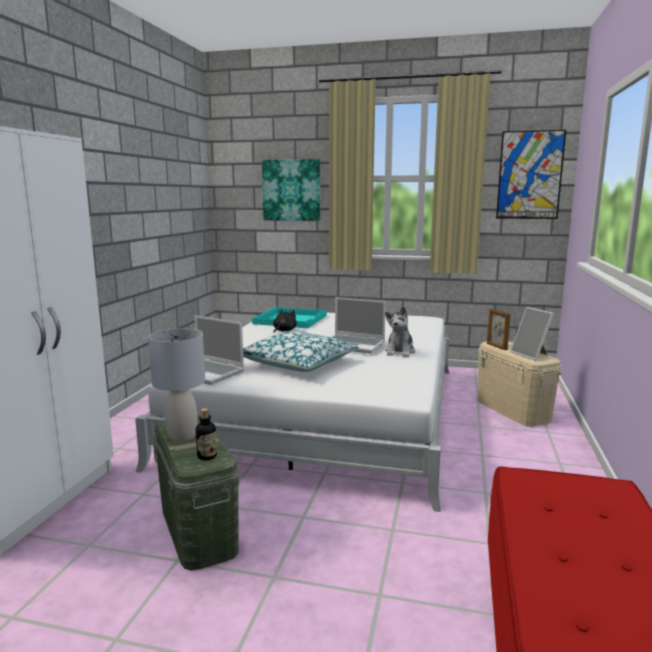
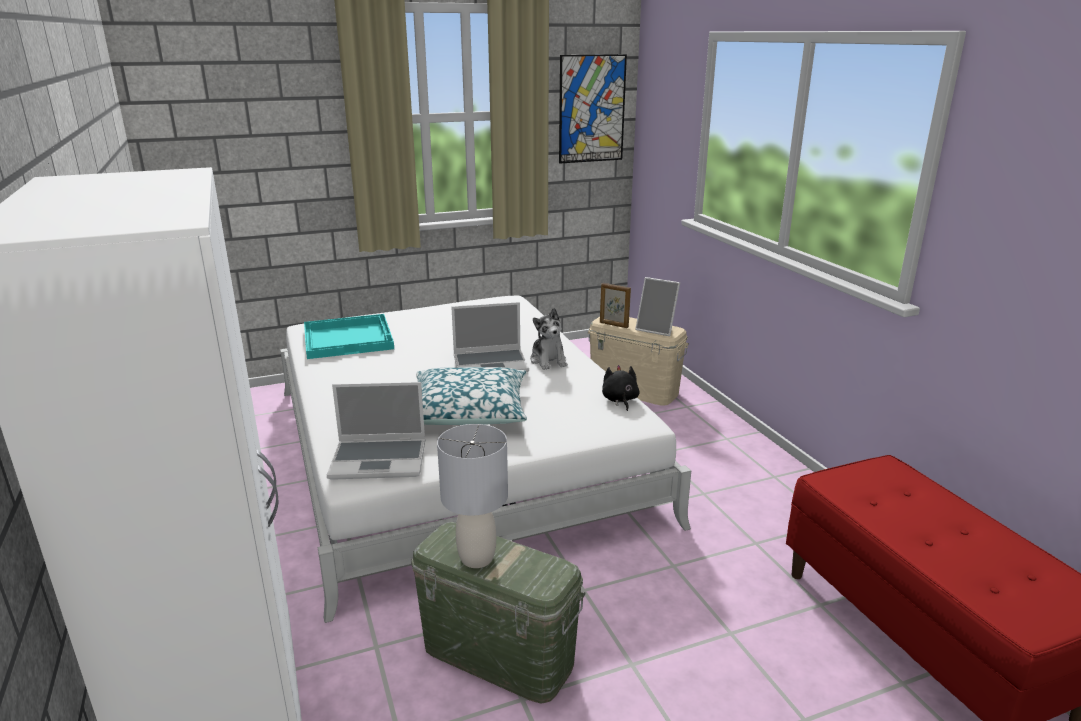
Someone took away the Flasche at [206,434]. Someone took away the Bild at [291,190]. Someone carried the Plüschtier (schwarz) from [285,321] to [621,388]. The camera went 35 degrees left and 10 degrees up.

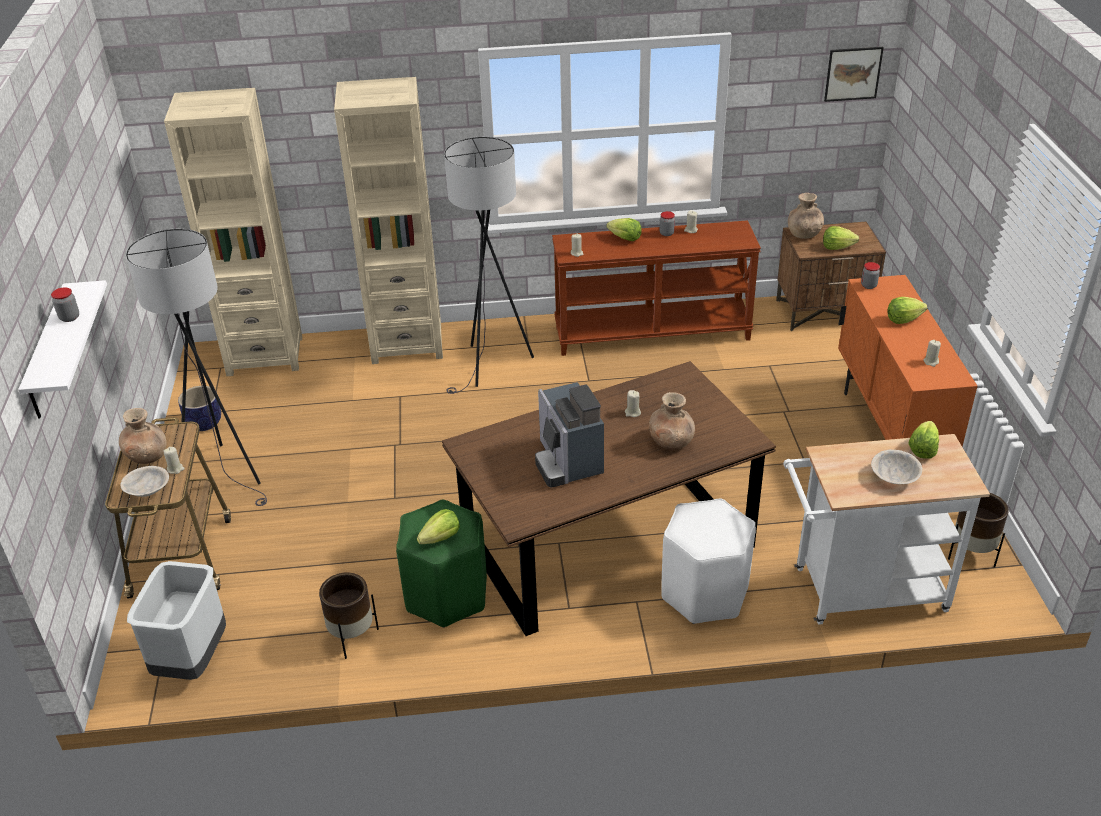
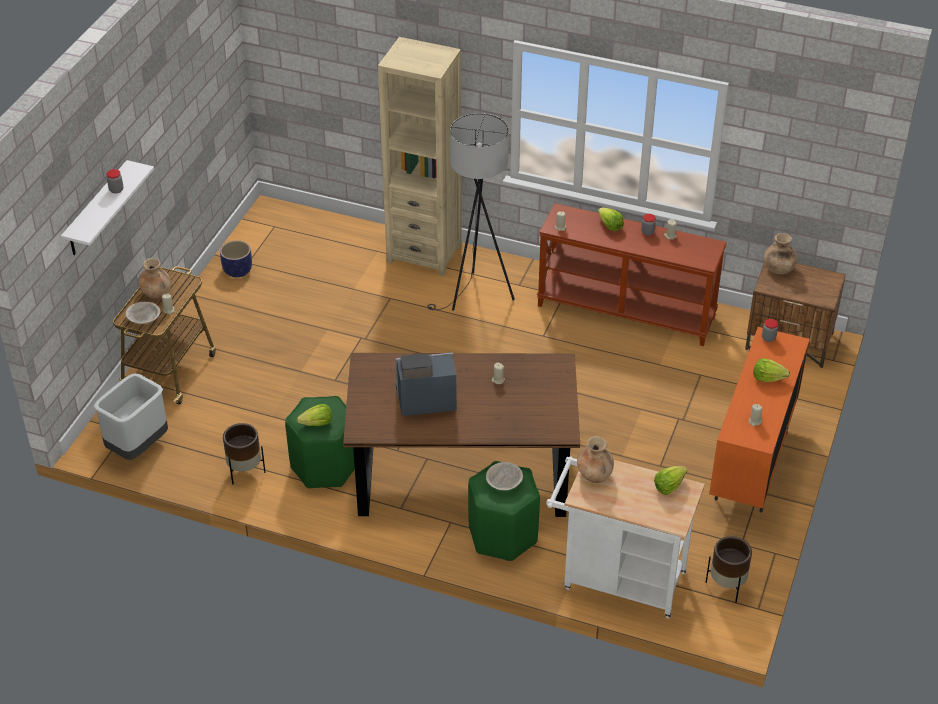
Someone took away the Stehlampe (grau) at [196,367]. Someone took away the Bücherregal (beige) at [233,232]. Someone took away the Salatkopf at [841,238]. Someone took away the Bild at [854,74]. Someone carried the Vase (braun) from [672,421] to [595,459]. Someone carried the Schüssel (beige) from [896,467] to [504,476]. Someone repainted the Hocker (weiß) at [708,561], which became the Hocker (grün) at [504,511]. Someone rotated the Kaffeemaschine at [569,434] by 75 degrees clockwise. The camera went 25 degrees right and 5 degrees up.

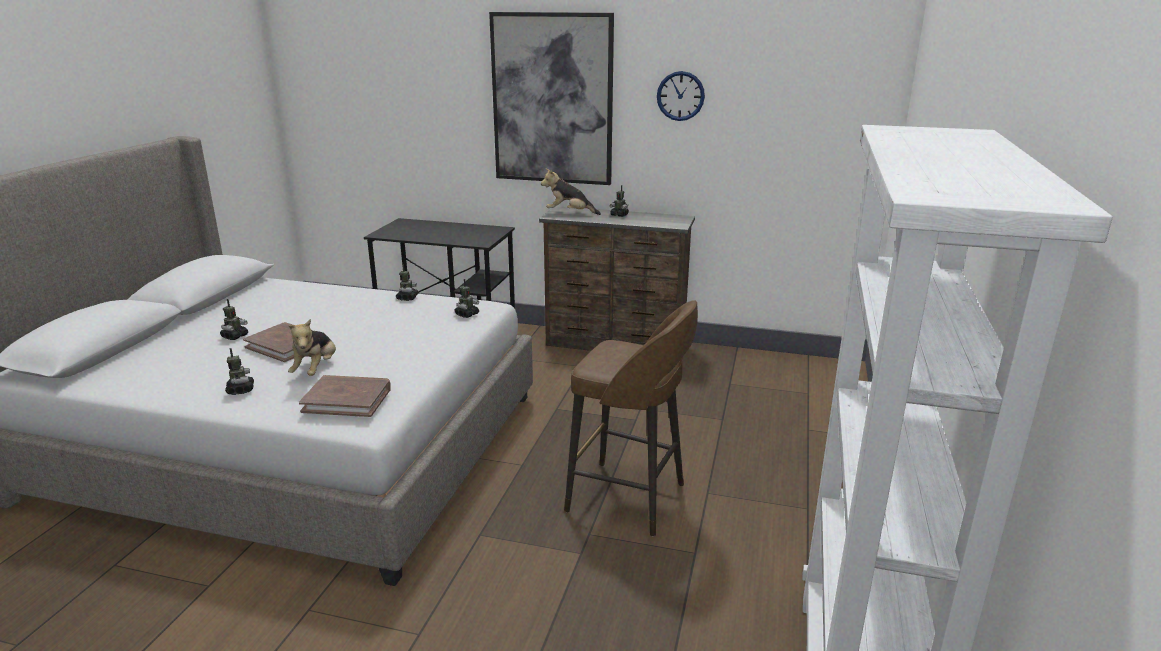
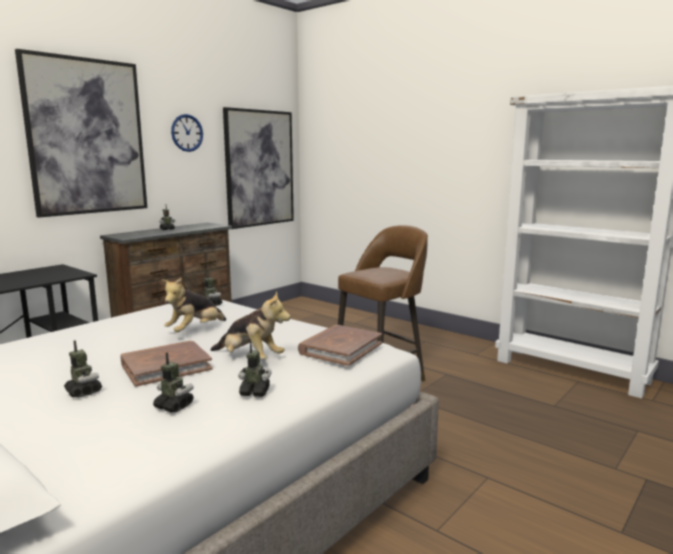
Someone put up the Bild at [258,168]. Someone carried the Spielzeugroboter from [407,283] to [173,382]. Someone carried the Plüschtier from [571,192] to [194,305]. The camera went 65 degrees left and 10 degrees down.

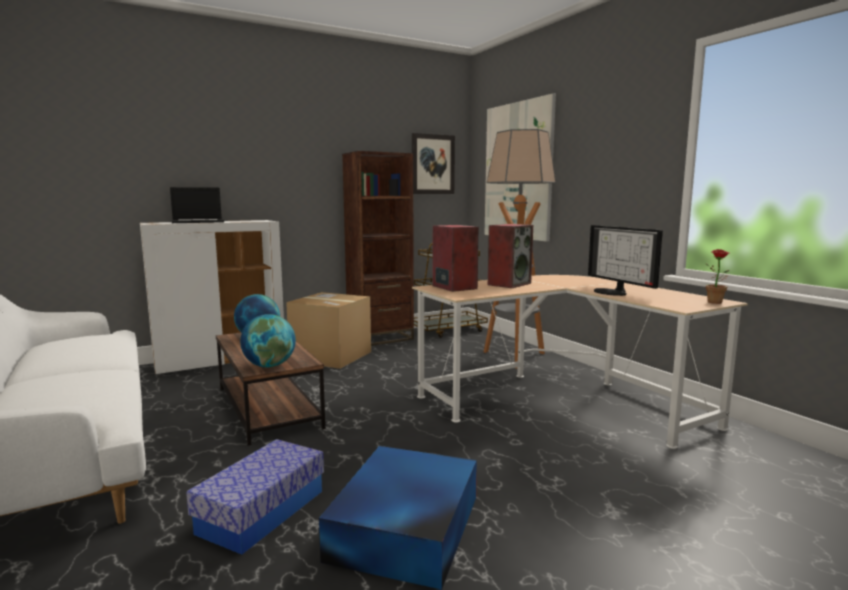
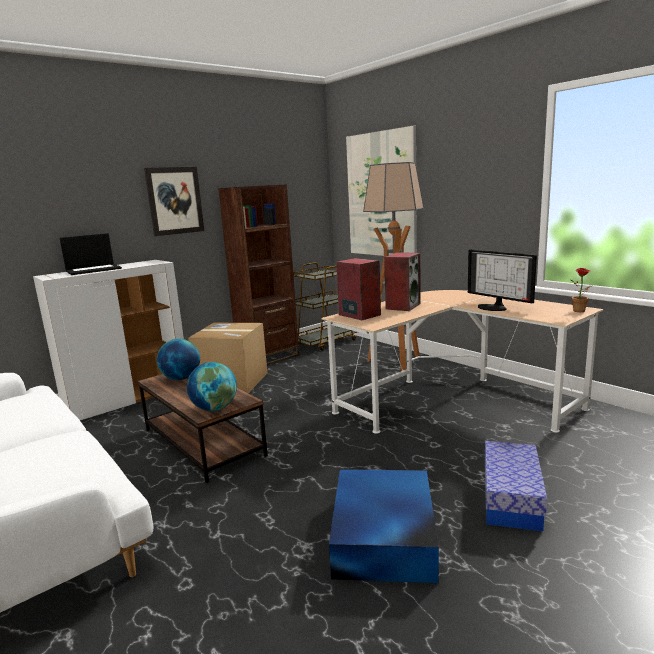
Someone carried the Aufbewahrungsbox from [255,497] to [516,486]. Someone carried the Bild from [433,163] to [174,201]. The camera went 10 degrees left and 5 degrees up.

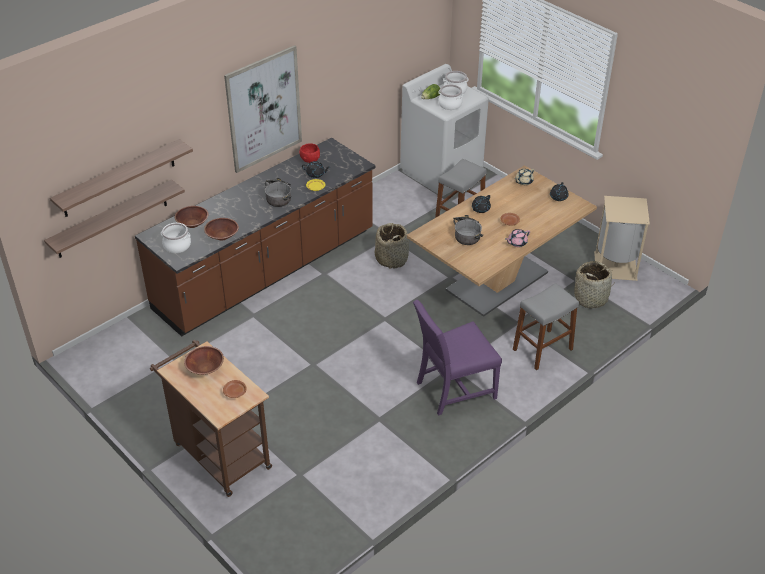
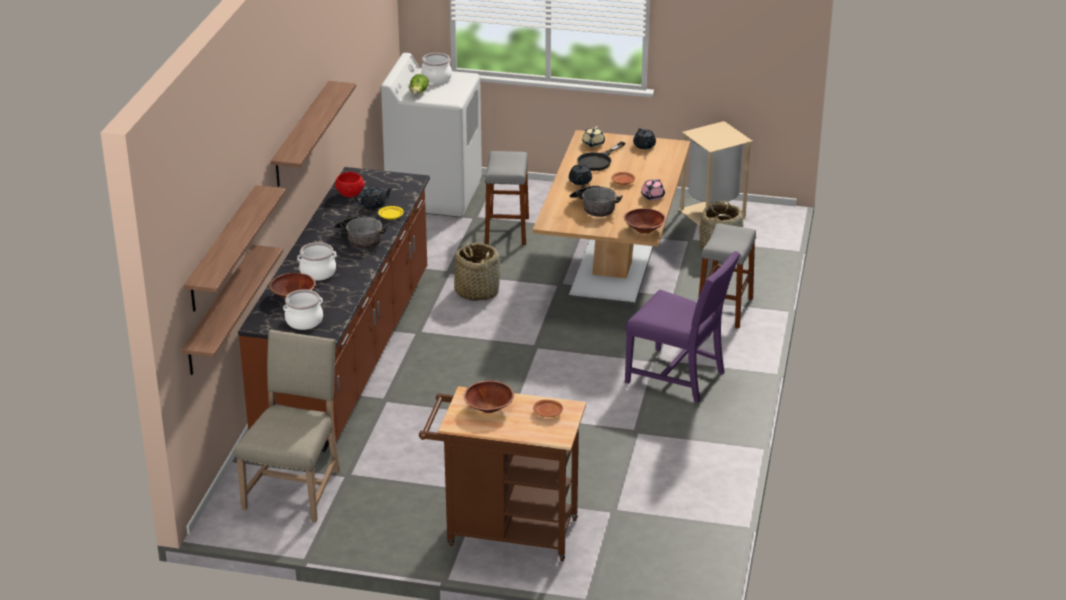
Someone put down the Stuhl (beige) at [287,426]. Someone put down the Pfanne (schwarz) at [601,156]. Someone carried the Schüssel (braun) from [221,229] to [645,221]. Someone carried the Kochtopf from [450,97] to [317,261]. Someone swapped the Bild at [263,109] for the Wandregal at [313,134]. Someone rotated the Stuhl (lila) at [457,358] by 90 degrees counterclockwise. The camera went 35 degrees left and 10 degrees down.

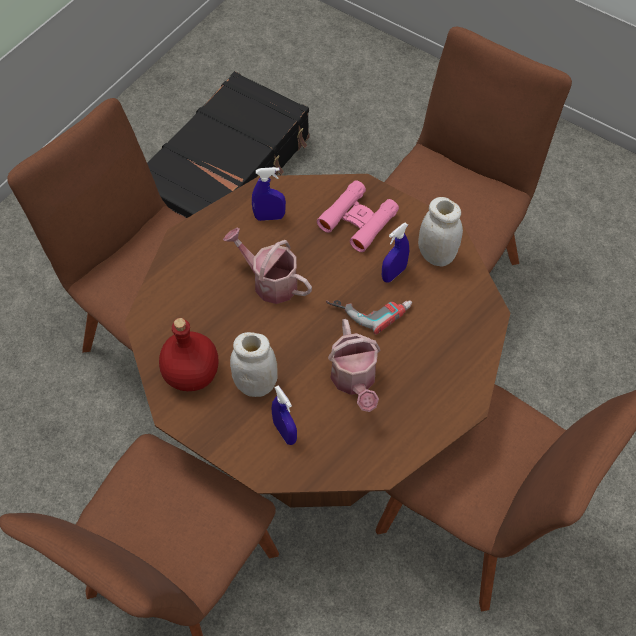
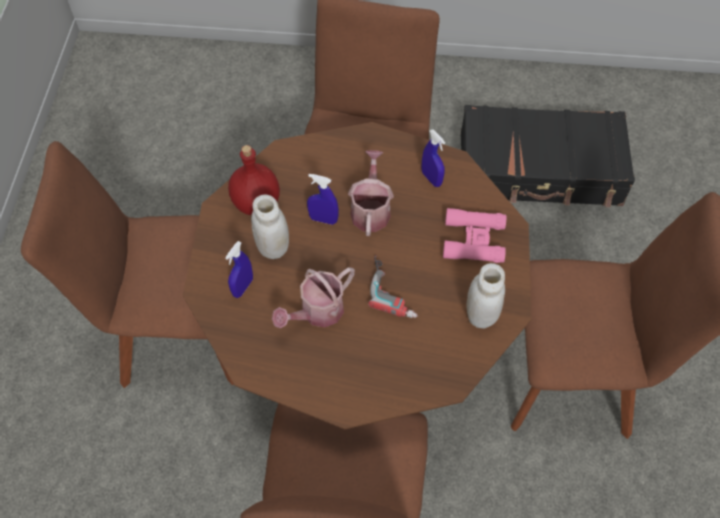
Someone carried the Sprühflasche (blau) from [395,253] to [323,199]. The camera went 60 degrees right and 0 degrees up.

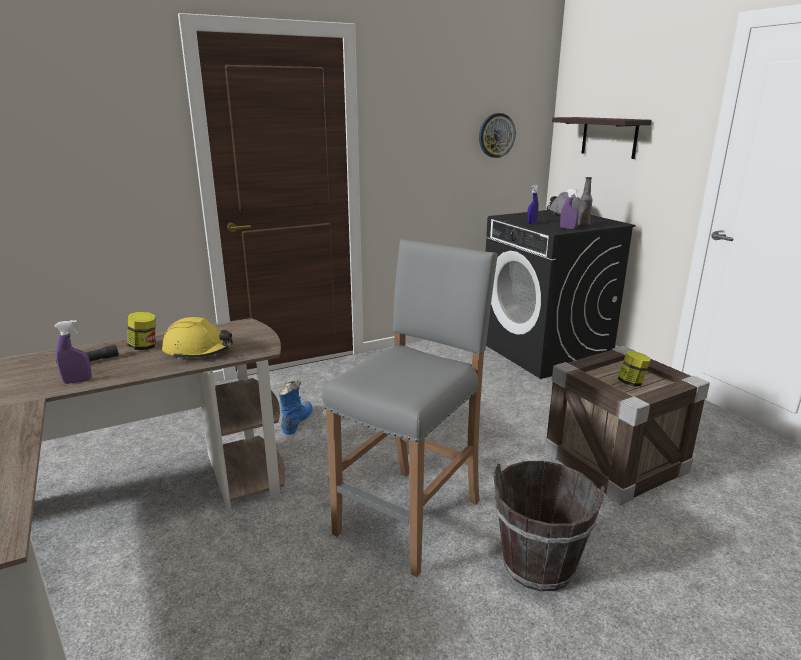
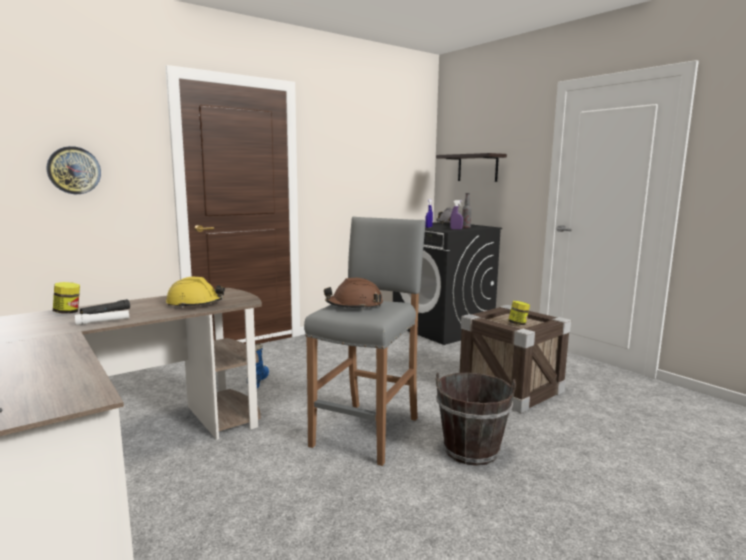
Someone put down the Schutzhelm (braun) at [353,294]. Someone carried the Vorratsglas from [141,331] to [66,298]. Someone carried the Wanduhr from [497,135] to [74,170]. Someone swapped the Sprühflasche (lila) at [73,352] for the Taschenlampe (weiß) at [102,318]. The camera went 10 degrees left and 10 degrees down.

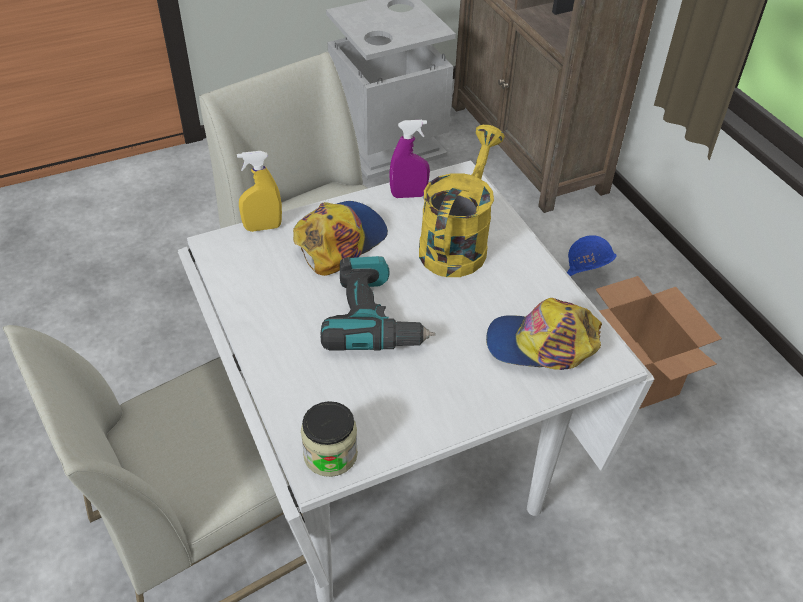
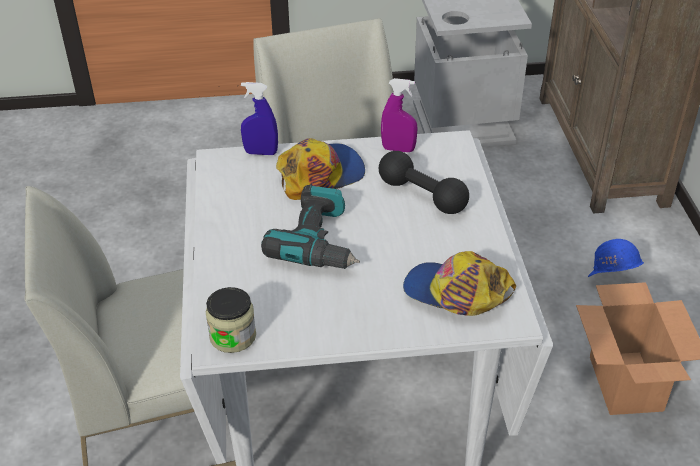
Someone swapped the Gießkanne (gelb) at [462,201] for the Hantel (schwarz) at [424,182]. Someone repainted the Sprühflasche (gelb) at [259,191], which became the Sprühflasche (blau) at [259,118]. The camera went 20 degrees right and 5 degrees down.

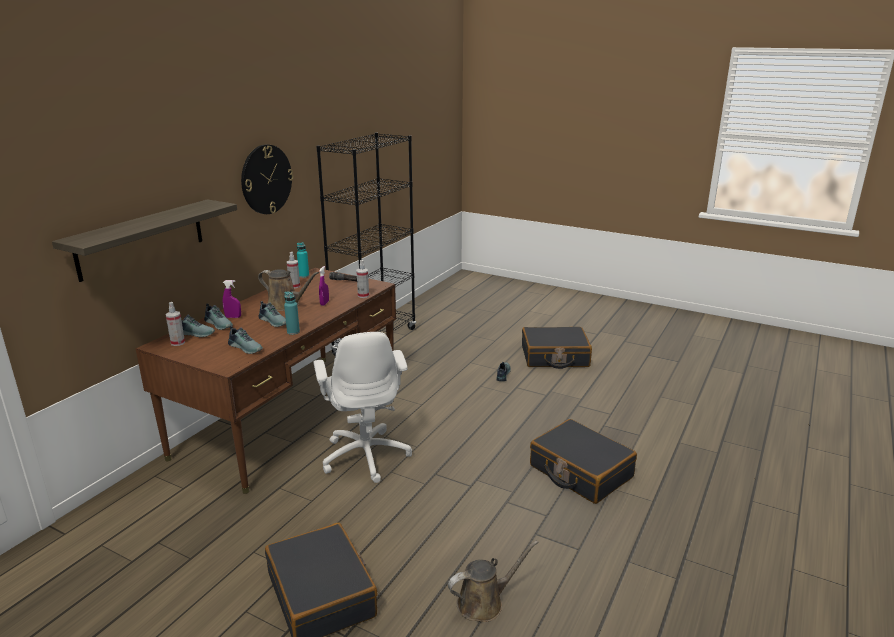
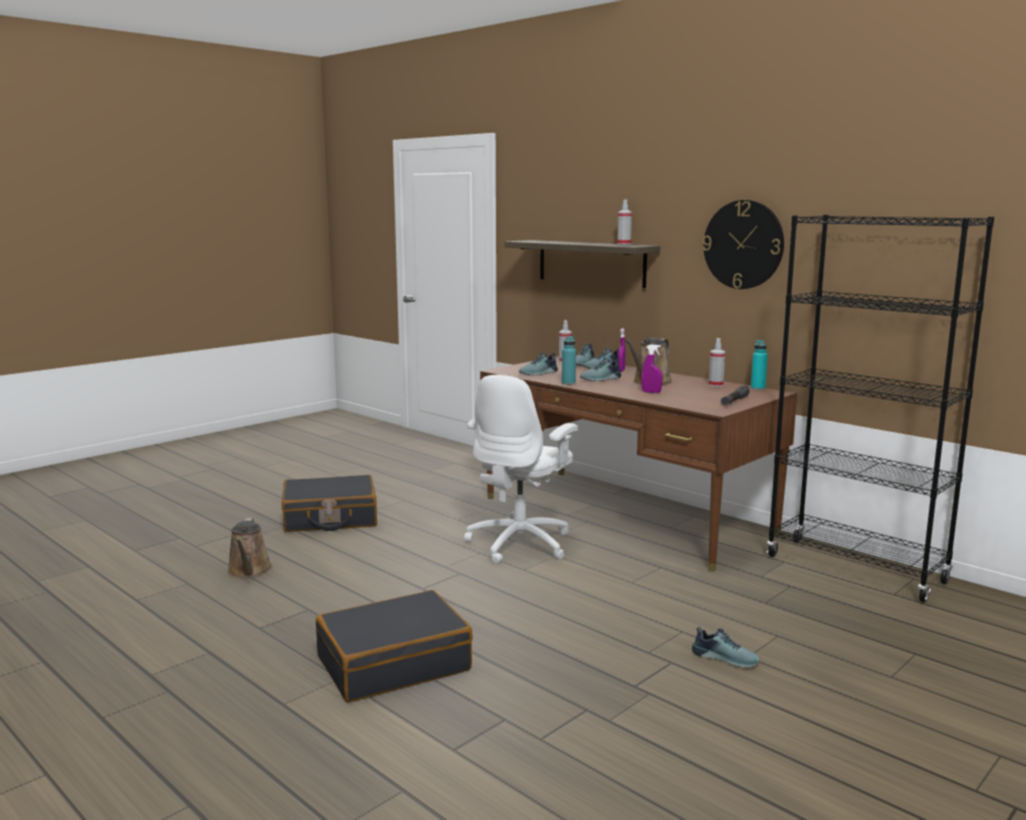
Someone took away the Koffer (schwarz) at [557,348]. Someone carried the Sprühflasche from [363,279] to [624,222]. Someone rotated the Bürostuhl (weiß) at [363,407] by 60 degrees counterclockwise. The camera went 105 degrees right and 10 degrees down.

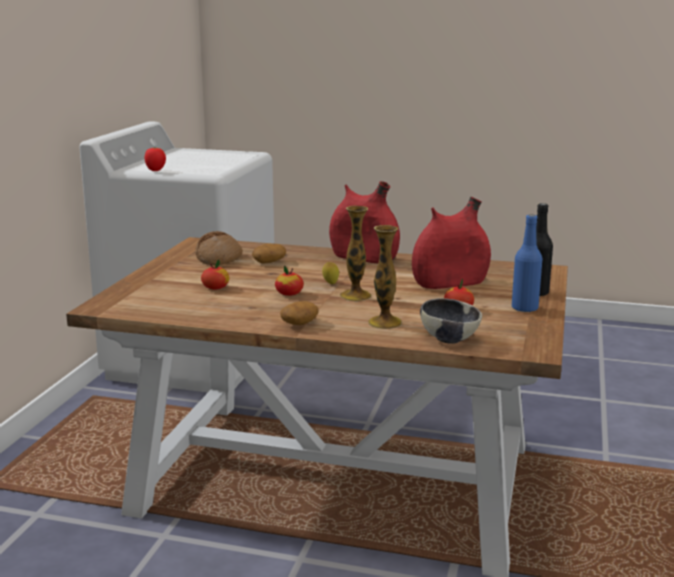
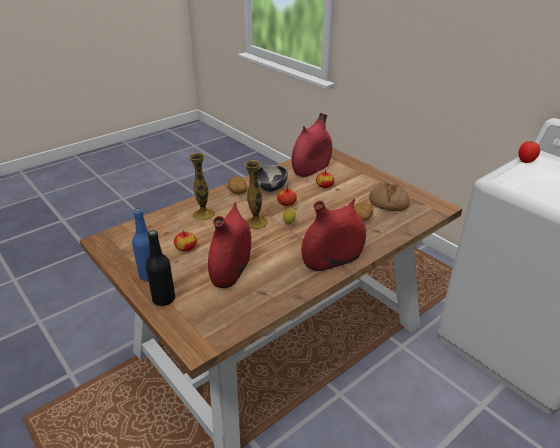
Someone put down the Vase (rot) at [312,145]. Someone carried the Schüssel from [451,321] to [272,178]. The camera went 125 degrees right and 15 degrees up.

